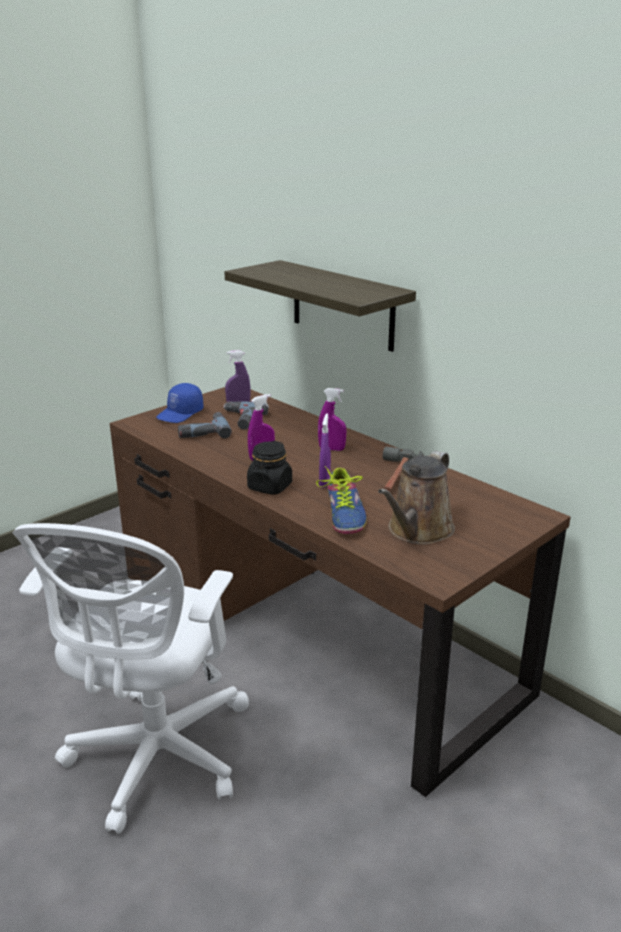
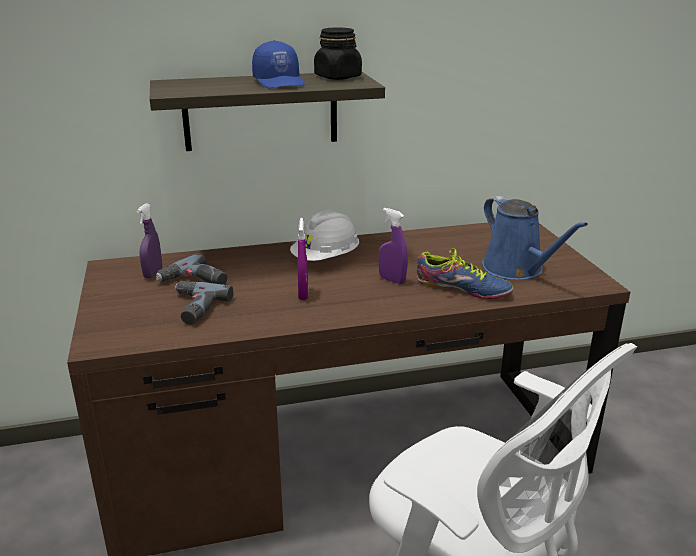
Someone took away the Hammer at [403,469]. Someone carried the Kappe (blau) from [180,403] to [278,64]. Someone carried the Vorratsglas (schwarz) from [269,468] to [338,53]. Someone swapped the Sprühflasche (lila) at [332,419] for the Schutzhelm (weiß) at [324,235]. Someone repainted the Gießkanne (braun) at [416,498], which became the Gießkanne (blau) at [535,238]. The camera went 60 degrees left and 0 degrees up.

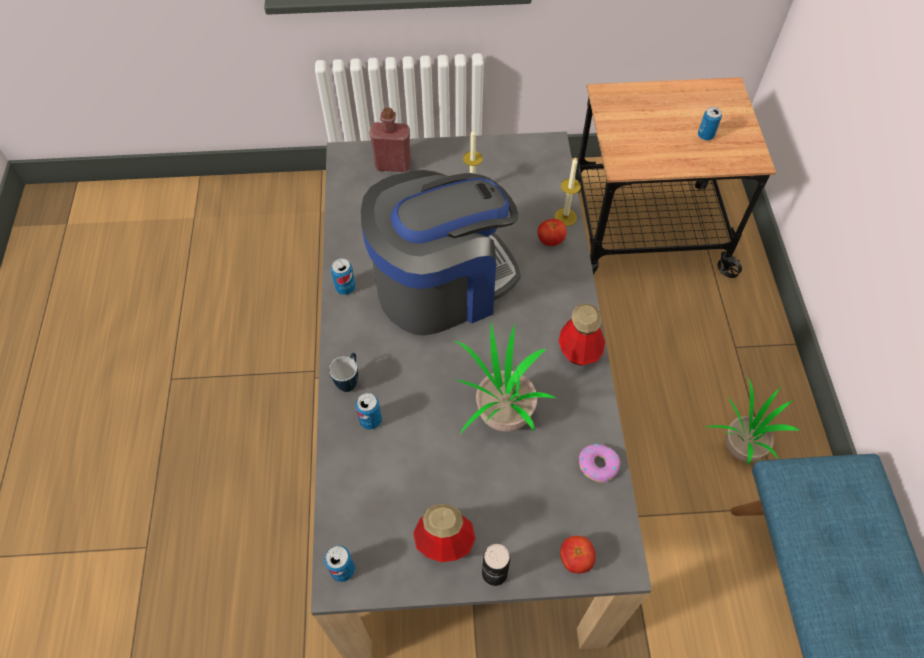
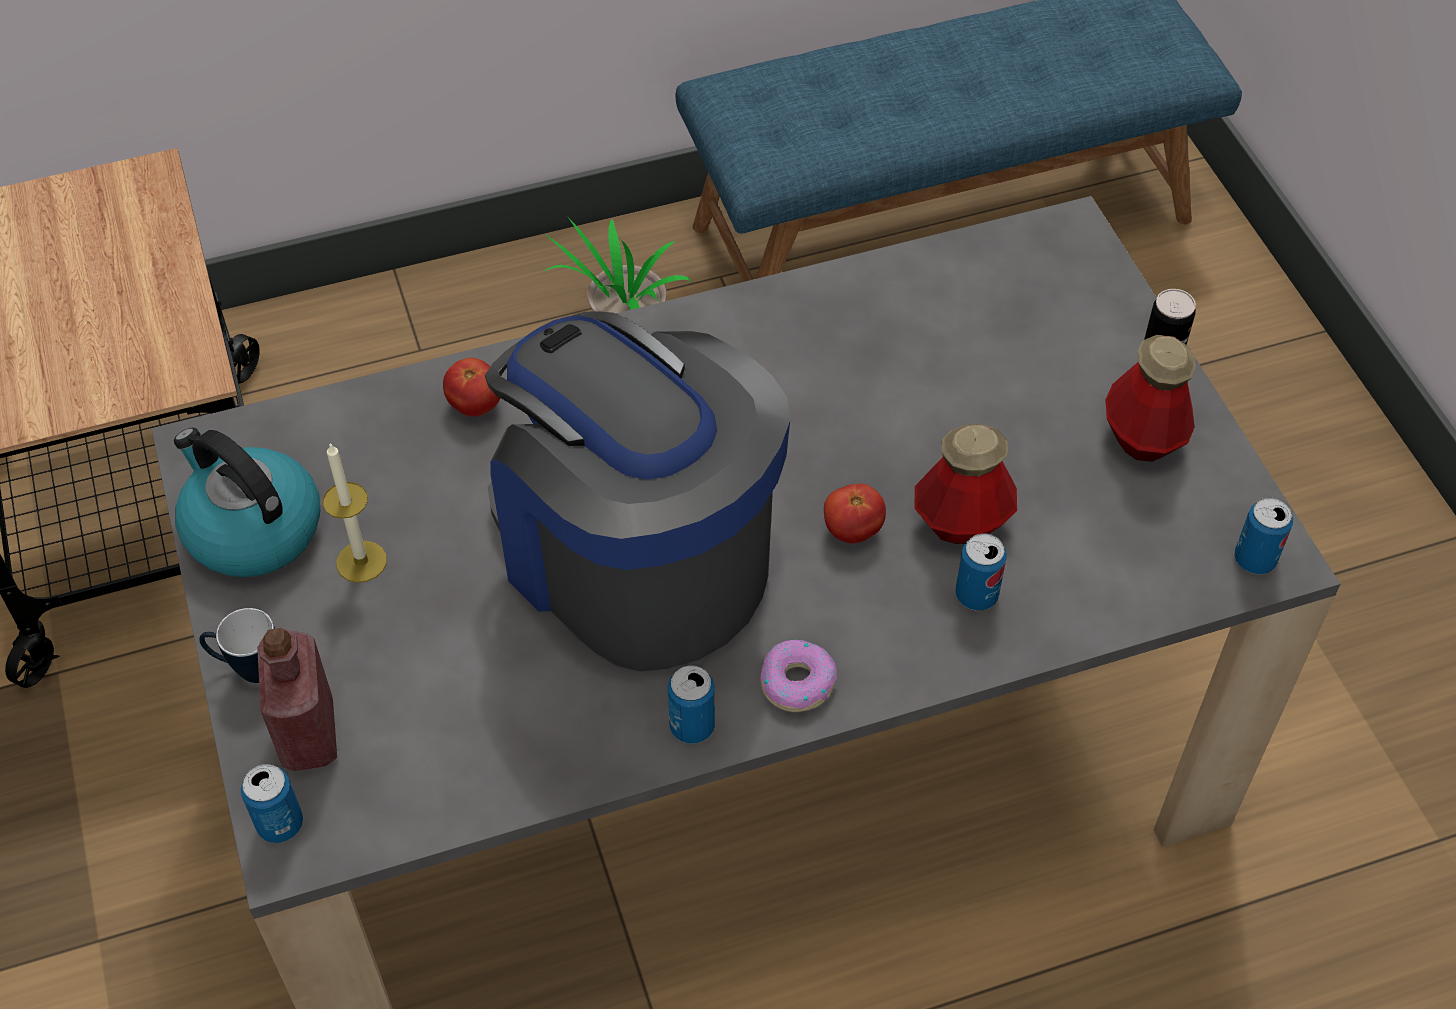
Someone took away the Topfpflanze at [505,377]. Someone took away the Kerze at [567,192]. Someone put down the Wasserkessel at [247,502]. Someone carried the Henkelbecher from [343,372] to [237,645]. Someone carried the Flasche from [582,334] to [965,484]. Someone carried the Tomate from [578,555] to [855,513]. Someone carried the Donut from [599,463] to [798,675]. Someone carried the Dose from [710,123] to [272,803]. The camera went 105 degrees left and 5 degrees down.

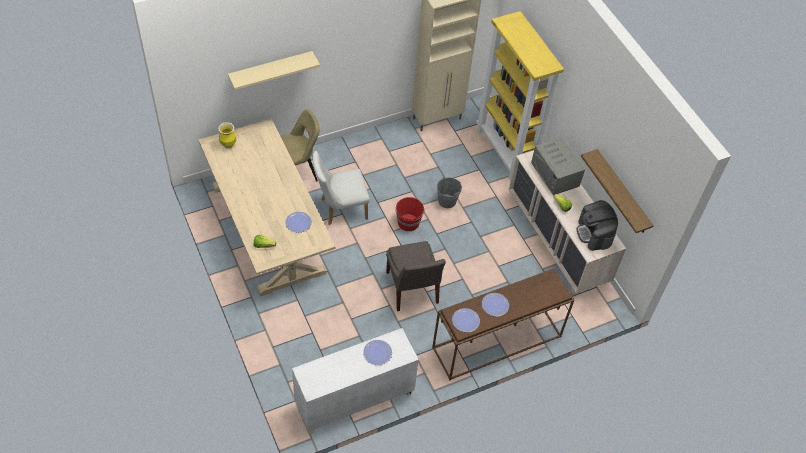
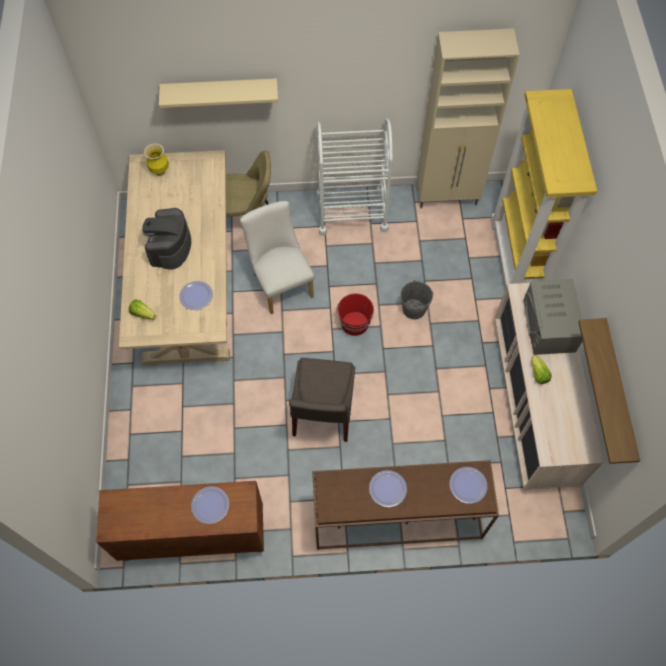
Someone put down the Rollwagen (weiß) at [354,177]. Someone carried the Teller from [466,320] to [468,485]. Someone carried the Kaffeemaschine from [597,225] to [166,239]. Someone repainted the Schrank (weiß) at [355,381], which became the Schrank (braun) at [180,521]. Someone rotated the Stuhl (weiß) at [341,188] by 60 degrees clockwise. The camera went 25 degrees right and 10 degrees up.

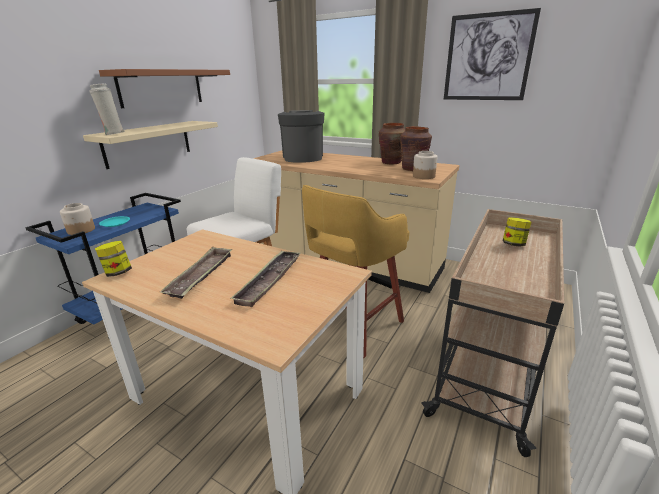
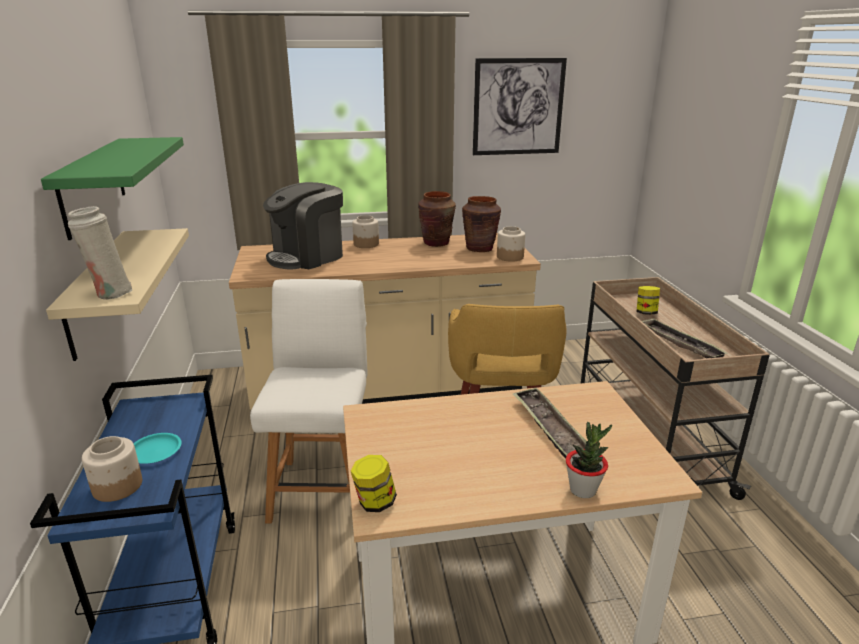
Someone put down the Vorratsglas at [365,231]. Someone put down the Topfpflanze at [589,460]. Someone carried the Tablett from [196,273] to [685,338]. Someone repainted the Wandregal (braun) at [164,88], which became the Wandregal (grün) at [112,188]. Someone rotated the Kaffeemaschine at [301,136] by 90 degrees counterclockwise. The camera went 40 degrees left and 0 degrees up.

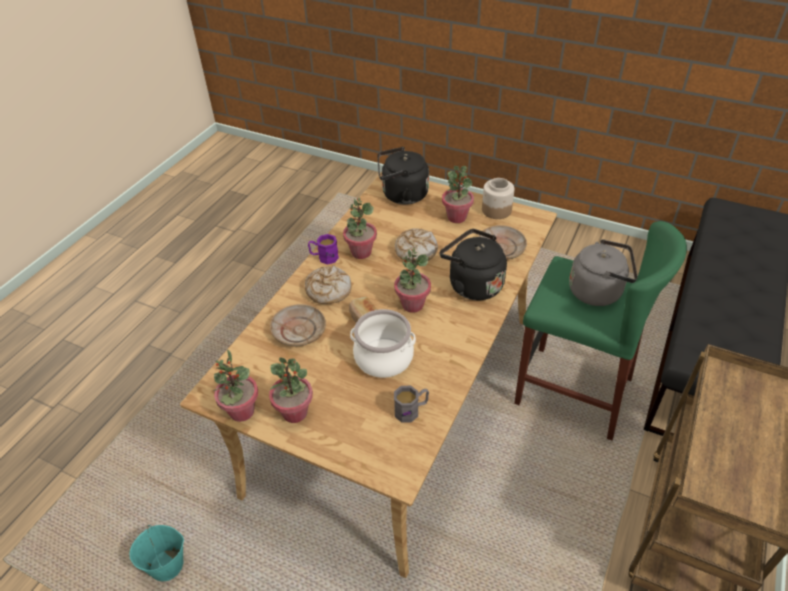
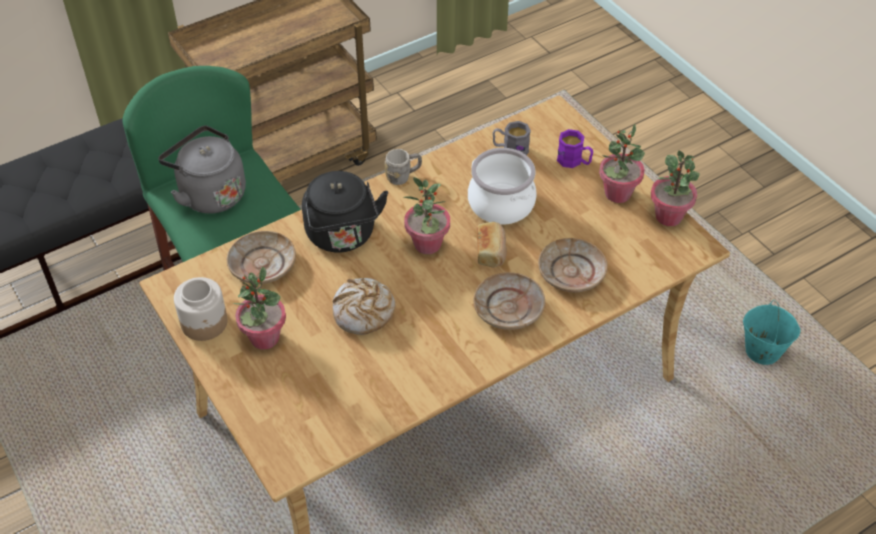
Someone took away the Topfpflanze at [360,228]. Someone took away the Wasserkessel (schwarz) at [403,176]. Someone put down the Henkelbecher (grau) at [403,167]. Someone carried the Henkelbecher (lila) from [323,249] to [575,148]. Someone swapped the Brot at [328,284] for the Teller (beige) at [509,301]. The camera went 150 degrees left and 5 degrees up.

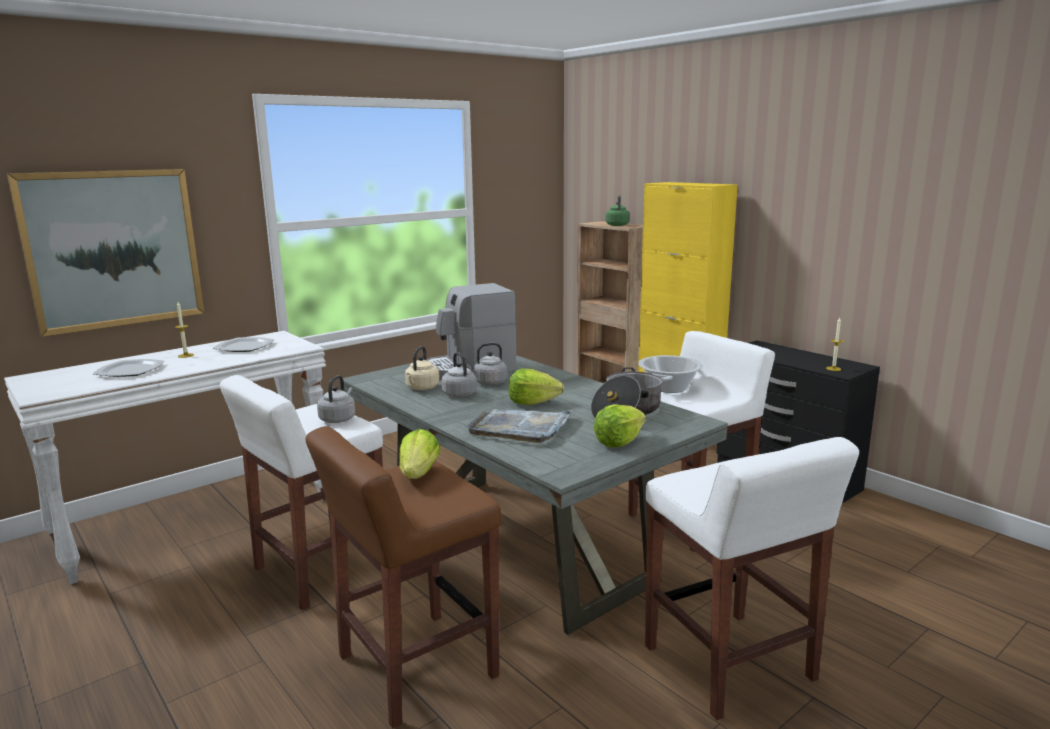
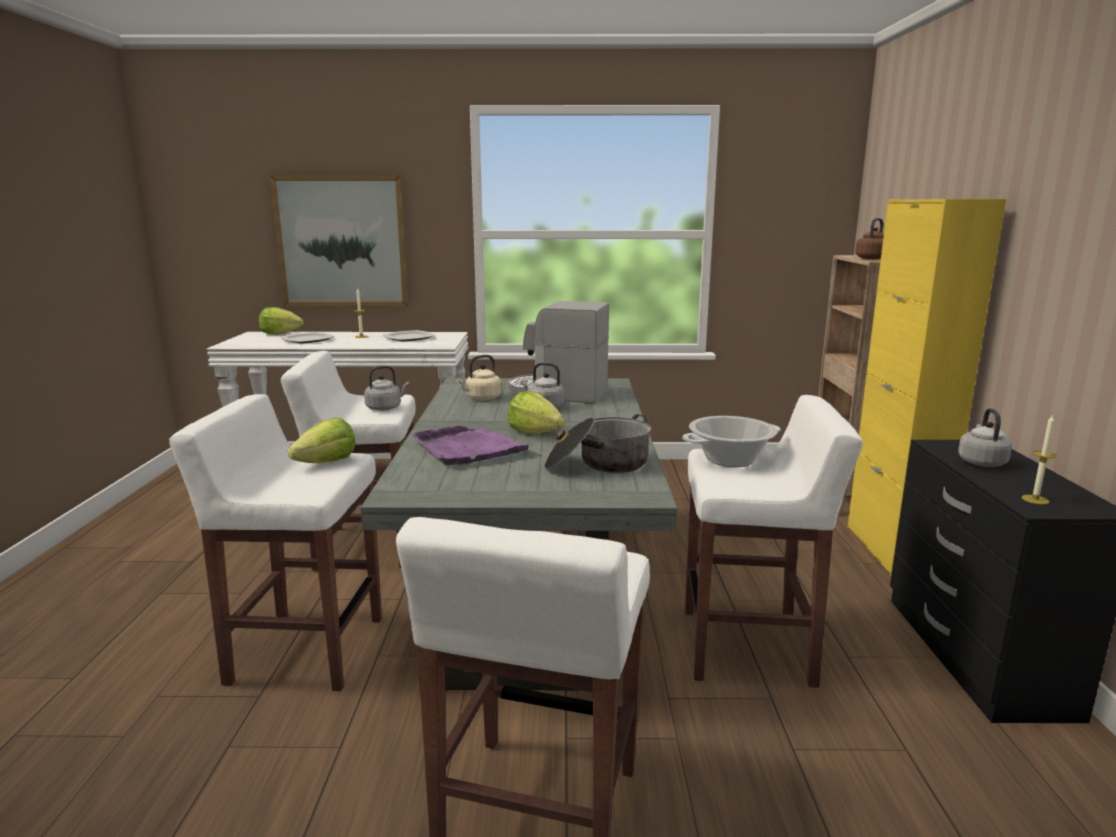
Someone carried the Wasserkessel (grau) from [459,374] to [985,437]. Someone carried the Salatkopf from [620,426] to [281,321]. Someone repainted the Hocker (braun) at [403,577], which became the Hocker (weiß) at [275,542]. Someone repainted the Tablett (grau) at [519,426], which became the Tablett (lila) at [472,445]. Someone repainted the Wasserkessel (grün) at [618,210], which became the Wasserkessel (braun) at [869,238]. The camera went 40 degrees right and 0 degrees up.

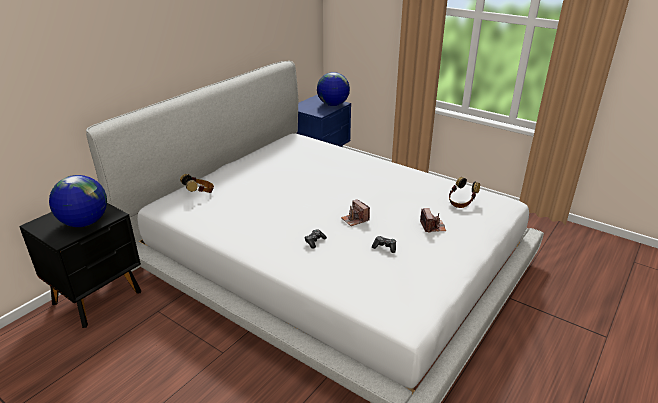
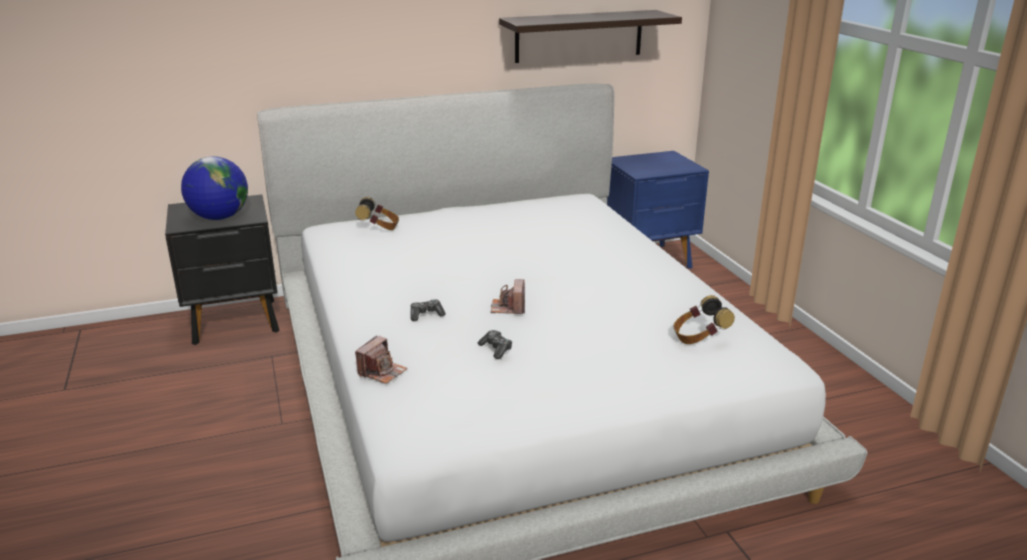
Someone took away the Globus at [333,89]. Someone put up the Wandregal at [590,36]. Someone carried the Kamera from [433,220] to [381,359]. The camera went 35 degrees right and 5 degrees down.

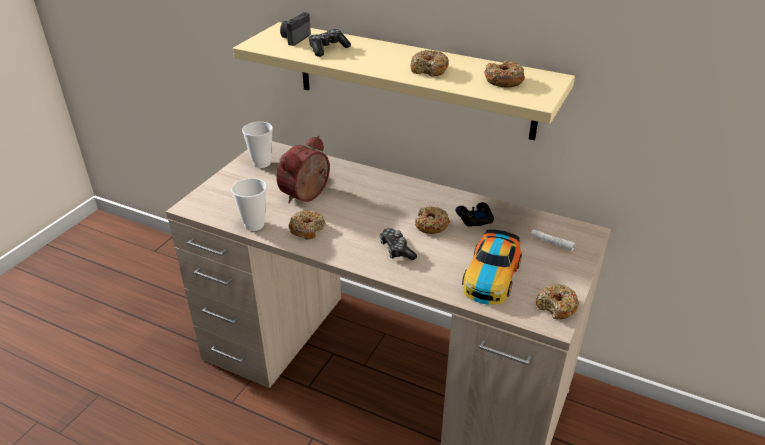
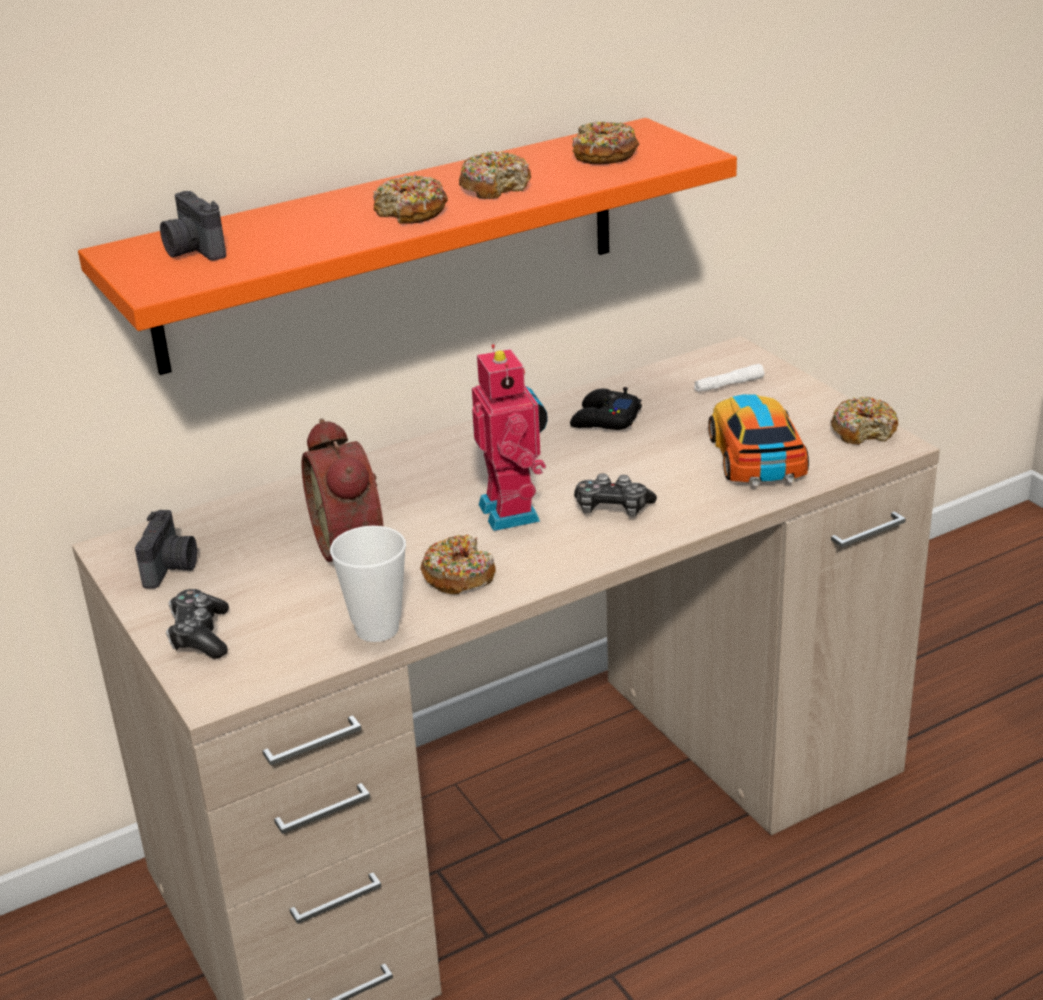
Someone put down the Spielzeugroboter at [510,437]. Someone carried the Gamepad from [330,43] to [197,624]. Someone carried the Donut from [432,220] to [410,199]. Someone swapped the Tasse at [257,145] for the Kamera at [166,549]. Someone repainted the Wandregal (beige) at [404,81], which became the Wandregal (orange) at [407,246]. Someone rotated the Spielzeugauto at [492,267] by 150 degrees counterclockwise. The camera went 55 degrees left and 5 degrees down.

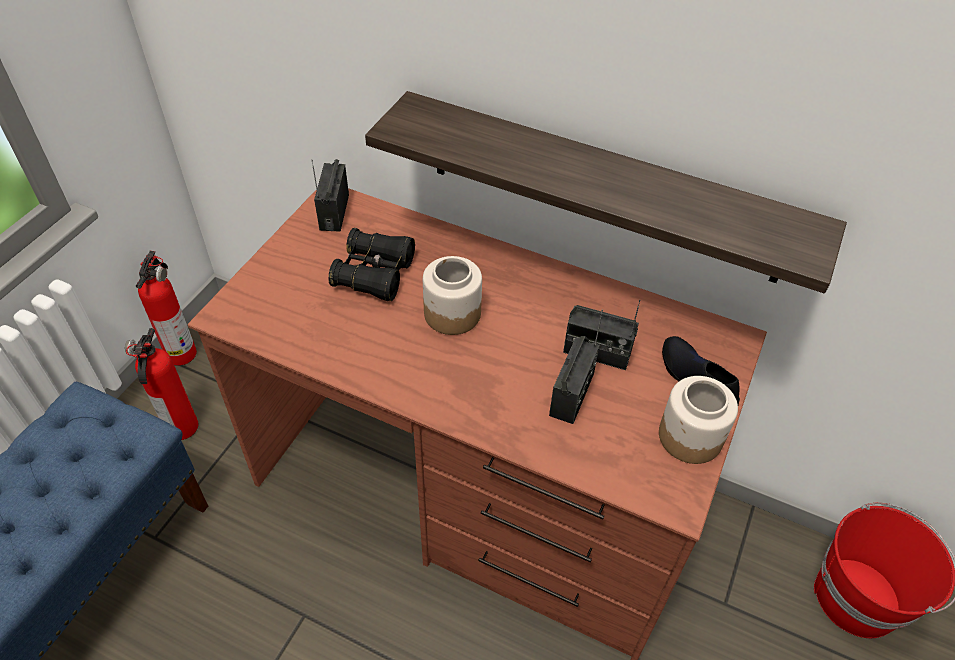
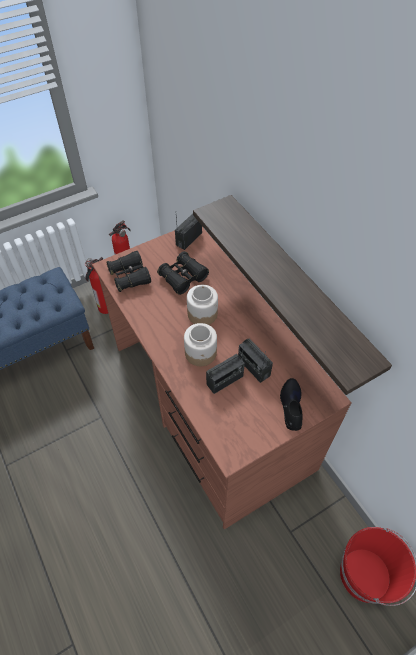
Someone put down the Fernglas (schwarz) at [128,271]. Someone carried the Vorratsglas from [698,420] to [200,344]. The camera went 35 degrees right and 5 degrees up.

